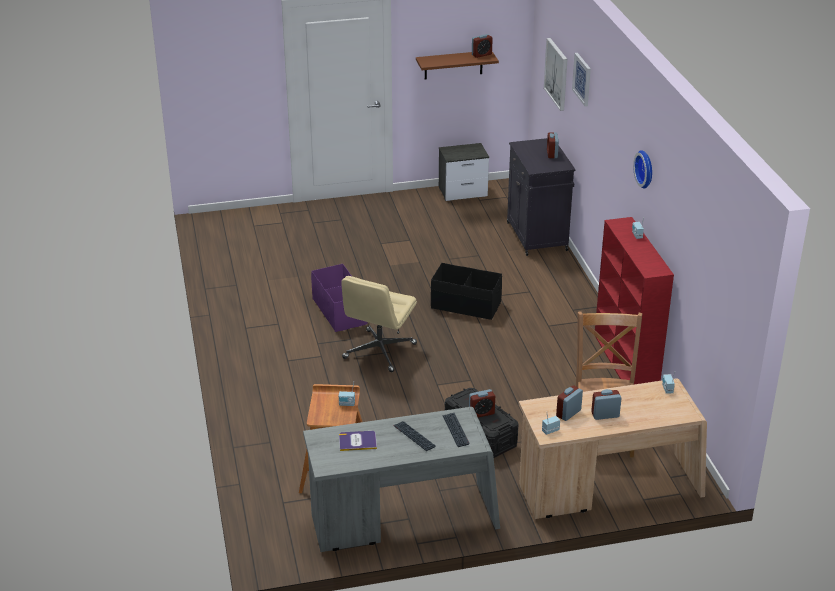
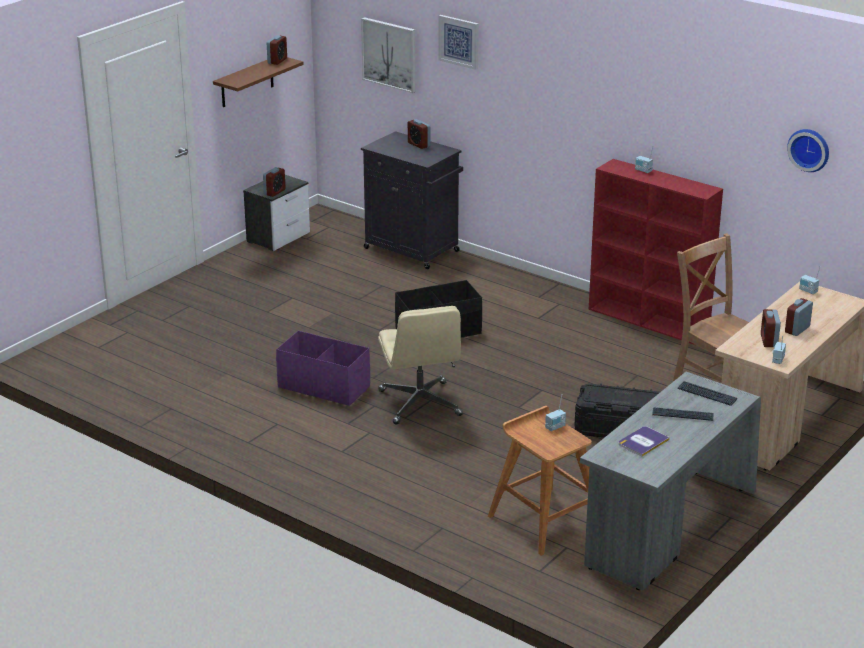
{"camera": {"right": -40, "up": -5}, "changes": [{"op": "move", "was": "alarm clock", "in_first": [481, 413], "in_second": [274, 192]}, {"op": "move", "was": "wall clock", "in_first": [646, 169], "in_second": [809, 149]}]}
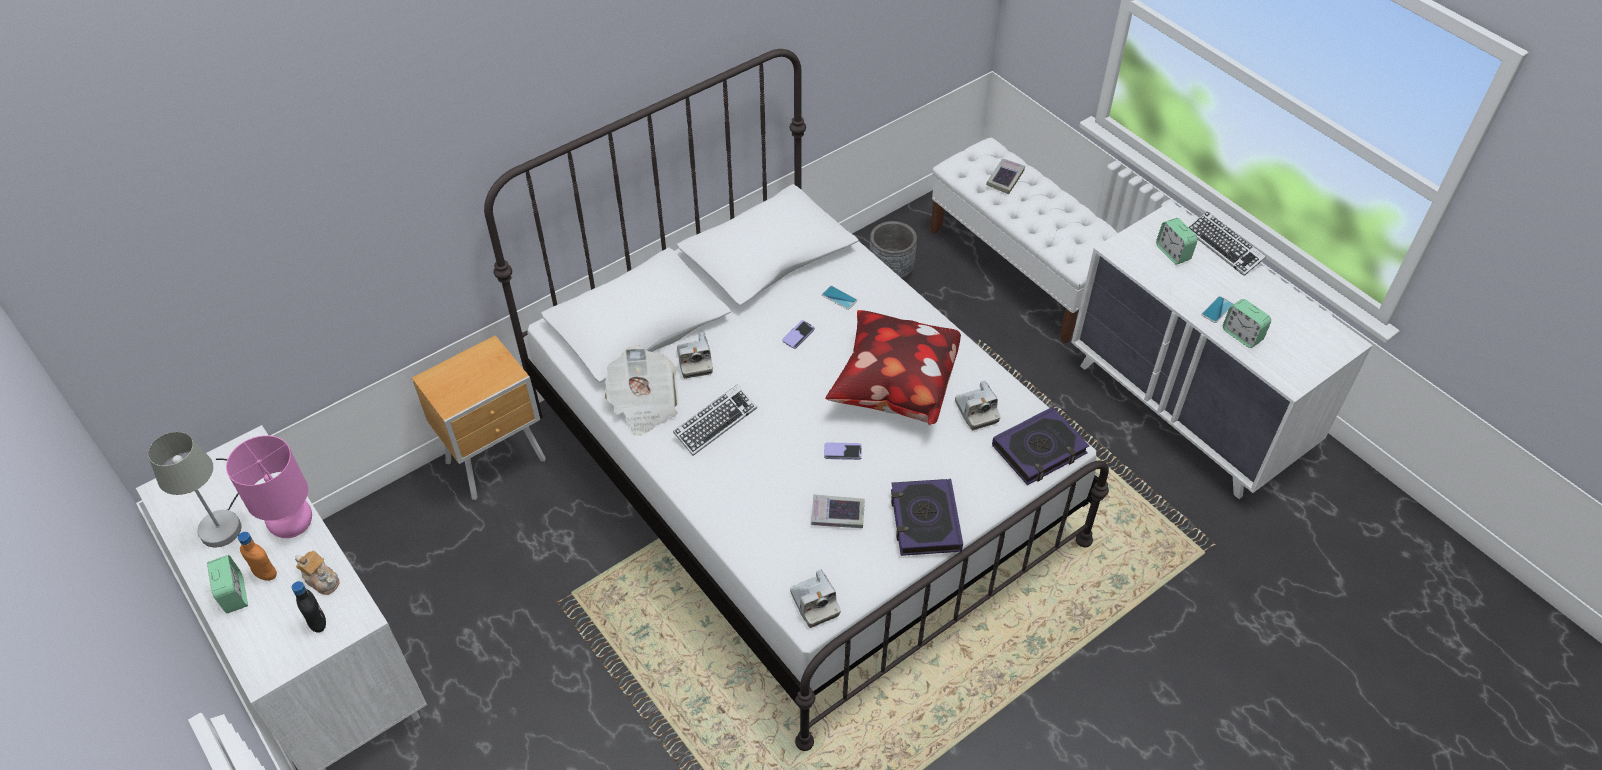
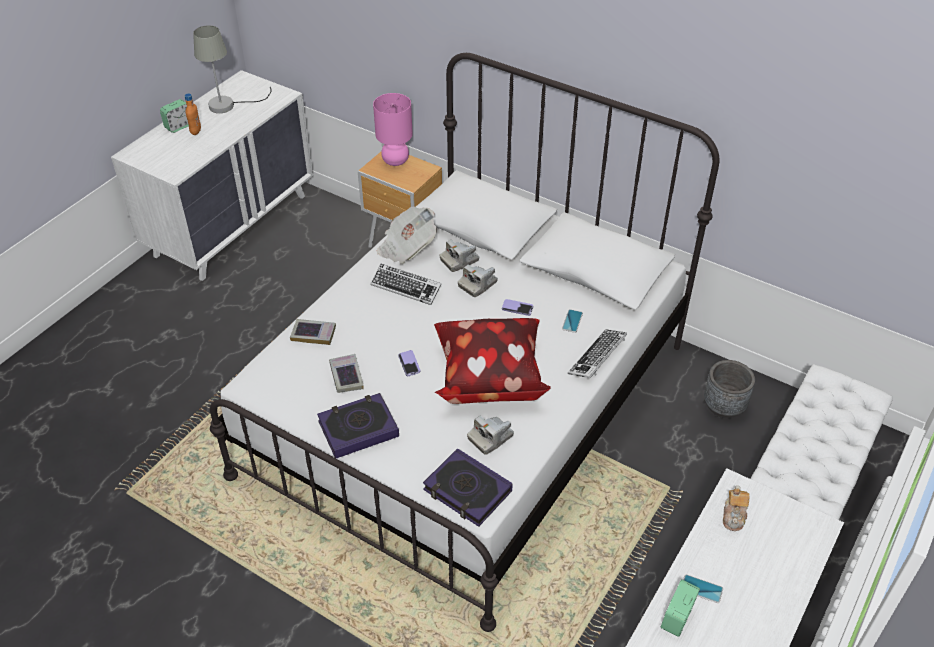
{"camera": {"right": 70, "up": -5}, "changes": [{"op": "move", "was": "pink table lamp", "in_first": [293, 525], "in_second": [395, 161]}, {"op": "delete", "was": "black bottle", "in_first": [318, 623]}, {"op": "move", "was": "teapot", "in_first": [322, 579], "in_second": [734, 516]}, {"op": "move", "was": "photo camera", "in_first": [814, 604], "in_second": [477, 284]}, {"op": "move", "was": "book", "in_first": [1005, 178], "in_second": [313, 334]}, {"op": "delete", "was": "alarm clock", "in_first": [1173, 253]}, {"op": "move", "was": "keyboard", "in_first": [1224, 247], "in_second": [597, 357]}]}
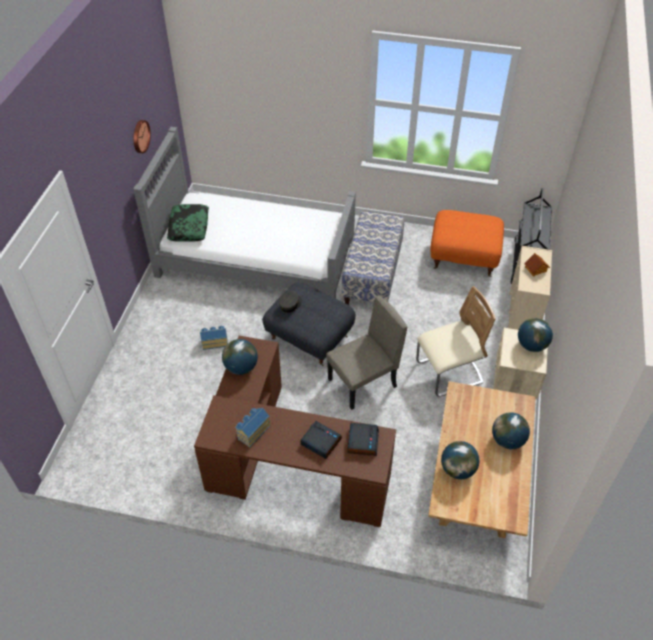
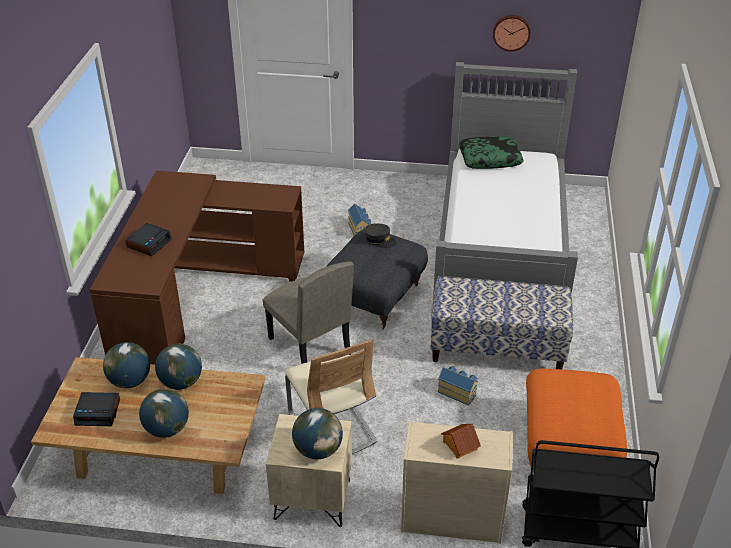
{"camera": {"right": 85, "up": -10}, "changes": [{"op": "move", "was": "globe", "in_first": [241, 367], "in_second": [181, 383]}, {"op": "move", "was": "toy house", "in_first": [252, 431], "in_second": [457, 392]}, {"op": "move", "was": "alarm clock", "in_first": [362, 441], "in_second": [98, 412]}]}
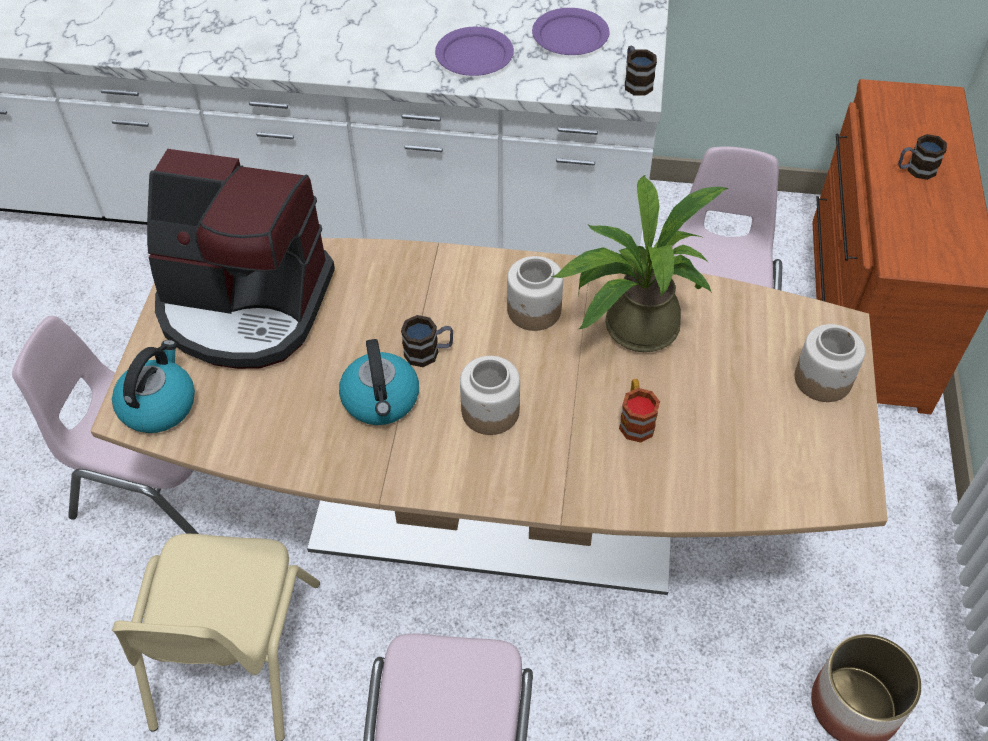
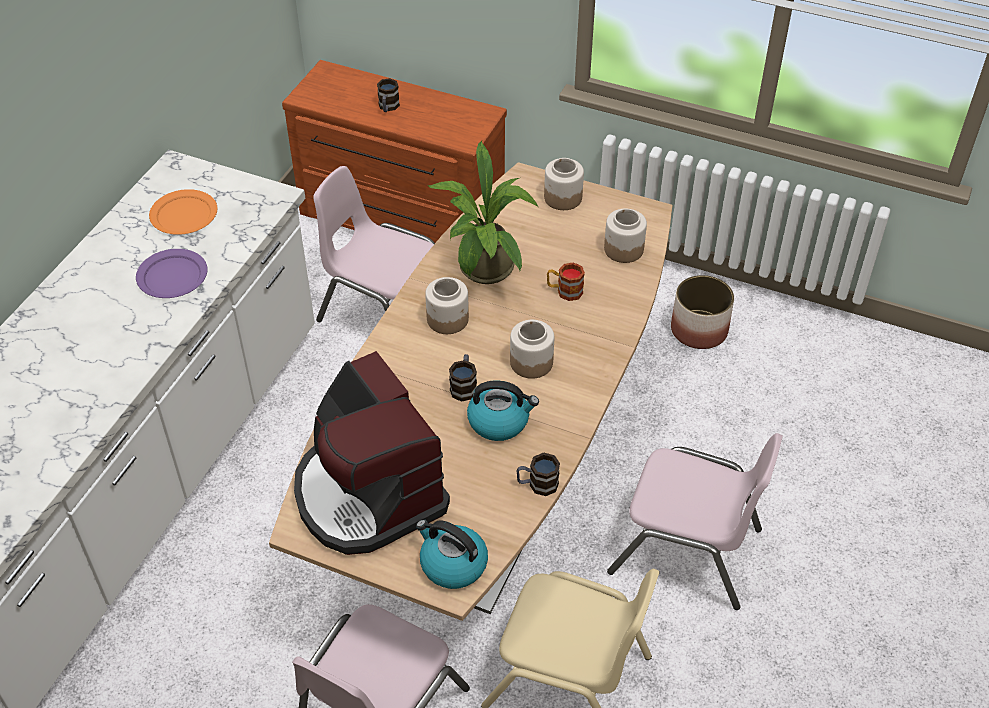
{"camera": {"right": -75, "up": -5}, "changes": [{"op": "rotate", "was": "coffee machine", "in_first": [245, 306], "in_second": [368, 494], "clockwise": 120}, {"op": "recolor", "was": "purple plate", "now": "orange plate", "in_first": [570, 35], "in_second": [183, 215]}, {"op": "move", "was": "mug", "in_first": [636, 82], "in_second": [537, 484]}, {"op": "insert", "now": "jar", "in_second": [623, 249]}]}
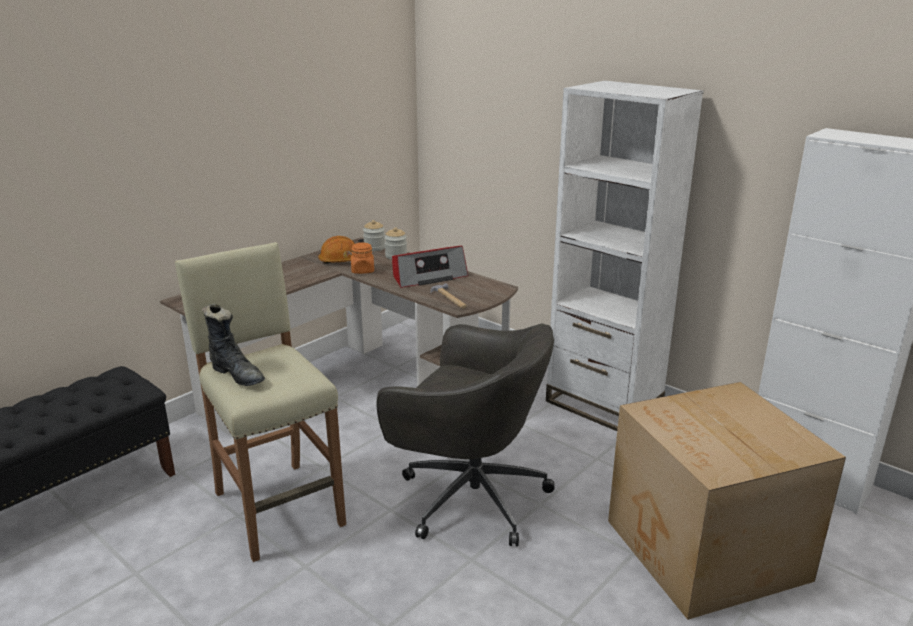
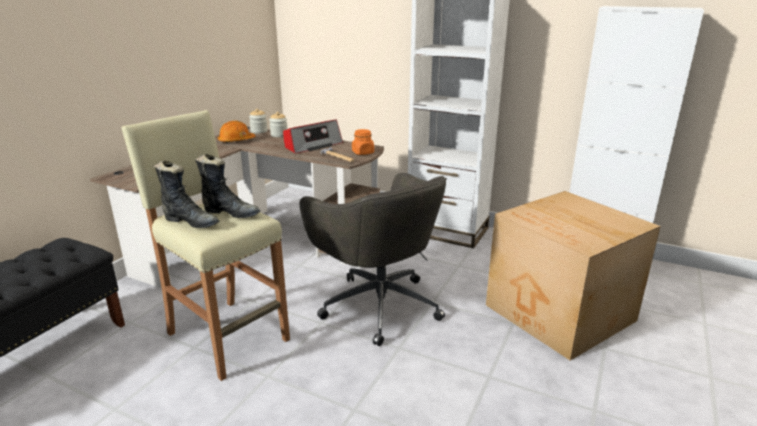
{"camera": {"right": -15, "up": 0}, "changes": [{"op": "move", "was": "orange jar", "in_first": [363, 271], "in_second": [363, 153]}, {"op": "rotate", "was": "grey office chair", "in_first": [469, 496], "in_second": [378, 304], "clockwise": 45}, {"op": "insert", "now": "black boot", "in_second": [231, 213]}]}
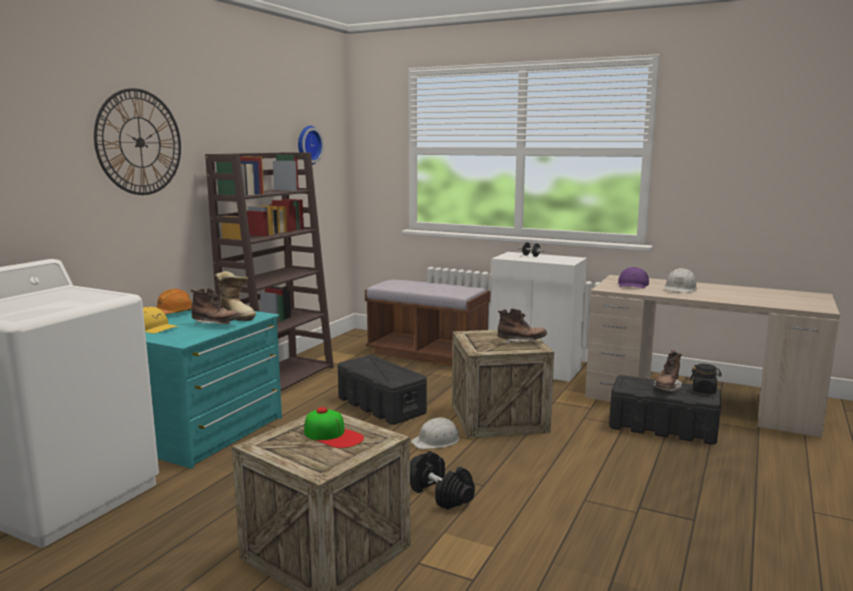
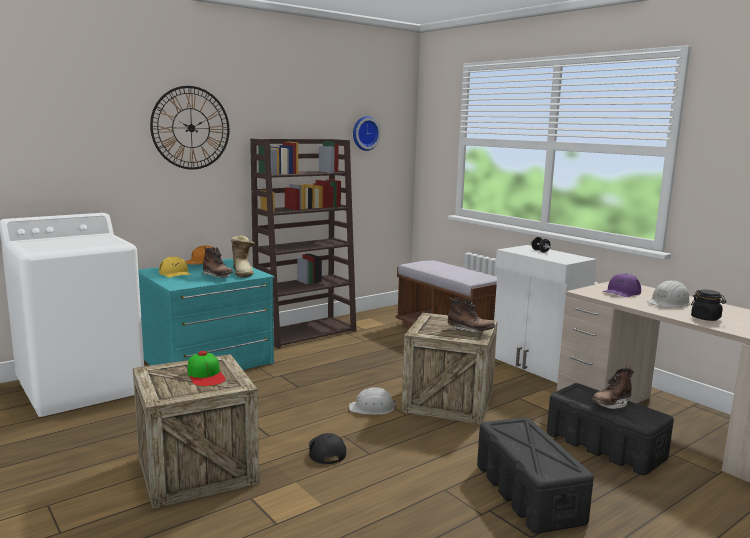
{"camera": {"right": 25, "up": 0}, "changes": [{"op": "move", "was": "black storage box", "in_first": [381, 406], "in_second": [529, 494]}, {"op": "replace", "was": "black dumbbell", "now": "black cap", "in_first": [439, 494], "in_second": [326, 451]}, {"op": "move", "was": "black jar", "in_first": [704, 390], "in_second": [706, 318]}]}
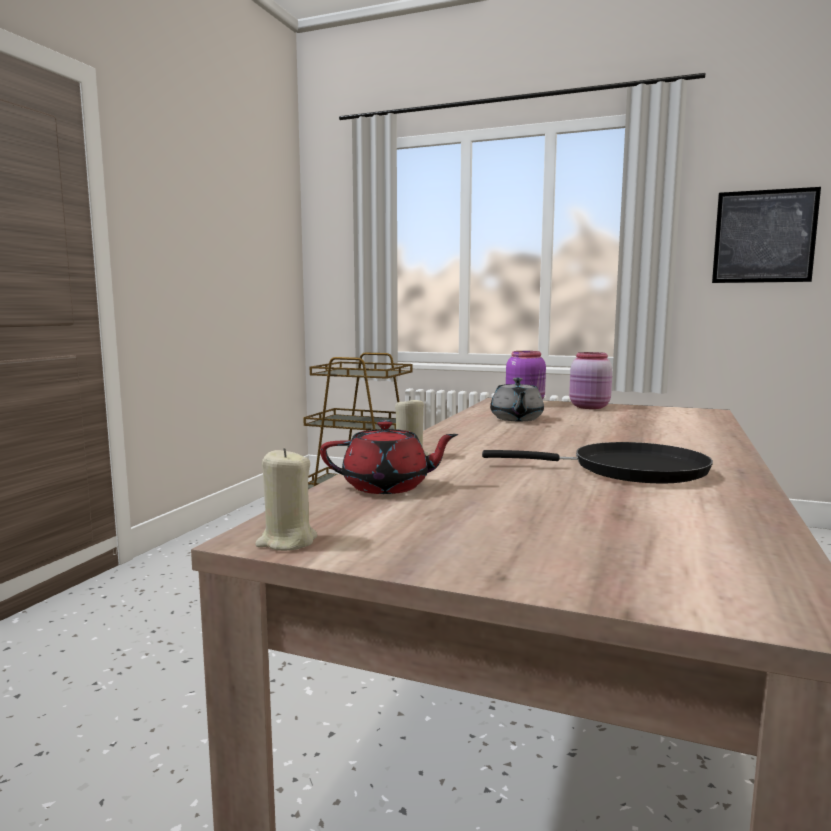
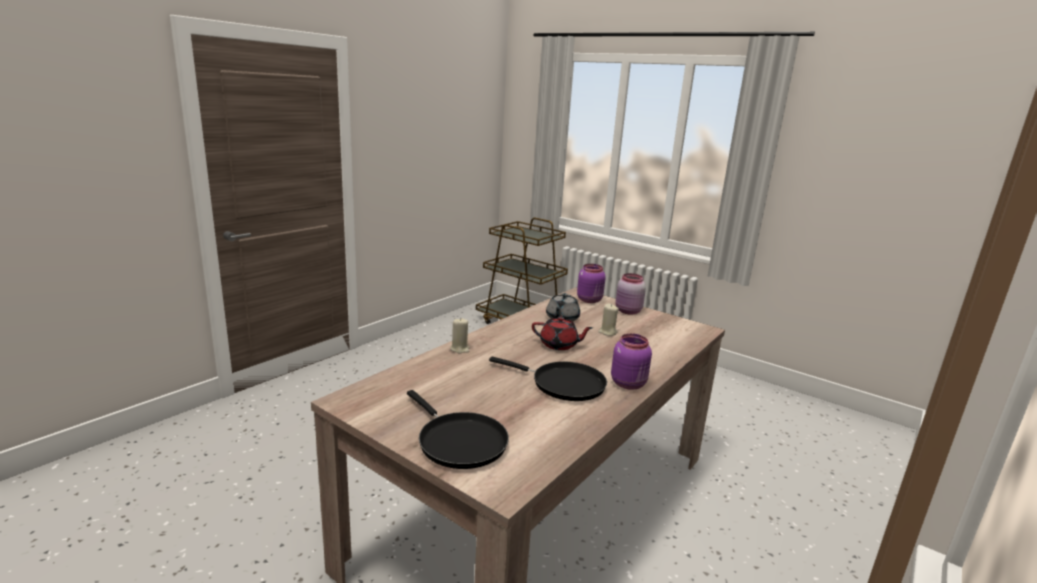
{"camera": {"right": 15, "up": 10}, "changes": [{"op": "move", "was": "beige candle", "in_first": [286, 541], "in_second": [607, 332]}, {"op": "move", "was": "red teapot", "in_first": [387, 487], "in_second": [559, 345]}, {"op": "delete", "was": "picture", "in_first": [764, 236]}, {"op": "insert", "now": "black frying pan", "in_second": [459, 441]}, {"op": "insert", "now": "purple jar", "in_second": [629, 384]}]}
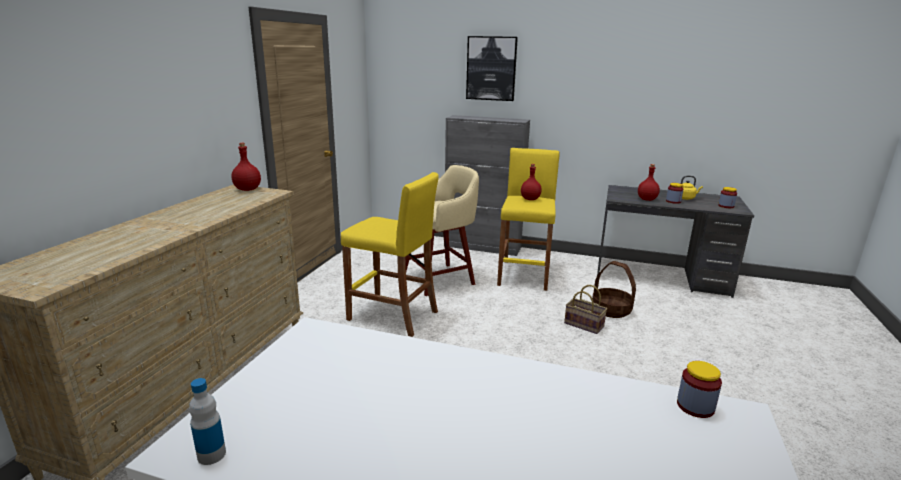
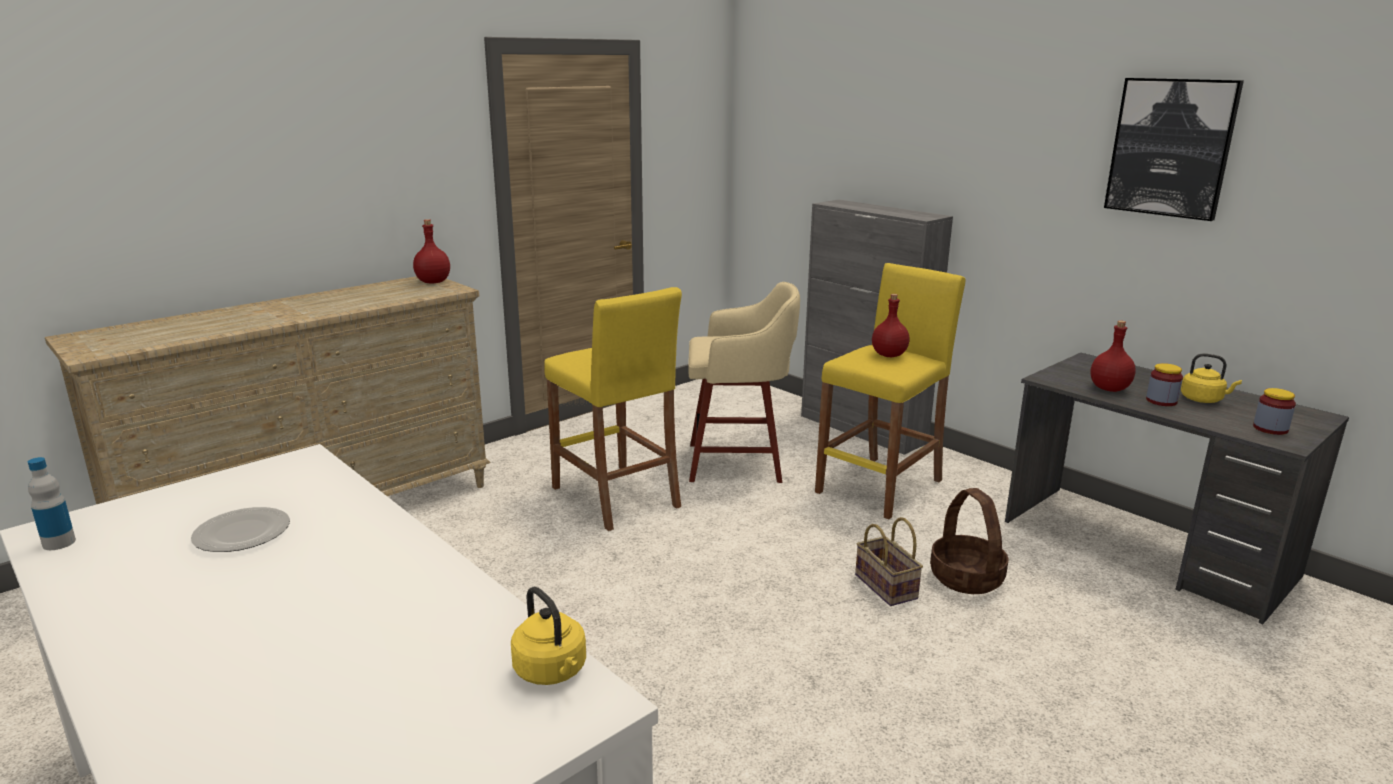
{"camera": {"right": 30, "up": 0}, "changes": [{"op": "move", "was": "picture", "in_first": [491, 68], "in_second": [1171, 147]}, {"op": "replace", "was": "jar", "now": "yellow kettle", "in_first": [695, 406], "in_second": [552, 672]}, {"op": "insert", "now": "plate", "in_second": [242, 533]}]}
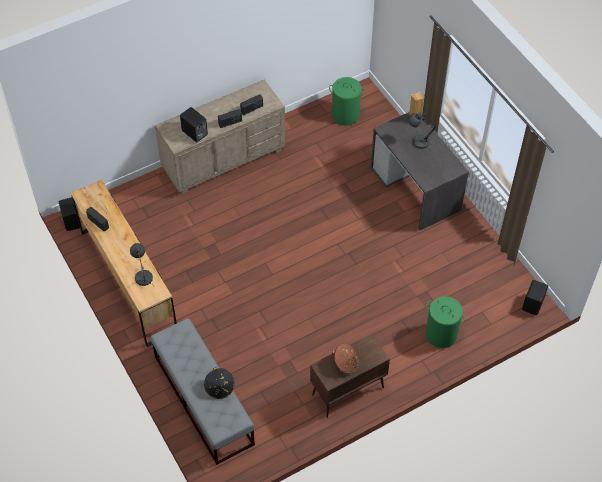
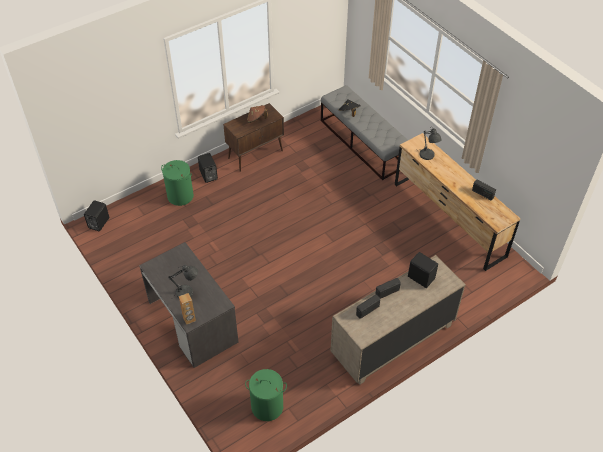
{"camera": {"right": 175, "up": -5}, "changes": [{"op": "move", "was": "black speaker", "in_first": [72, 221], "in_second": [208, 175]}]}
